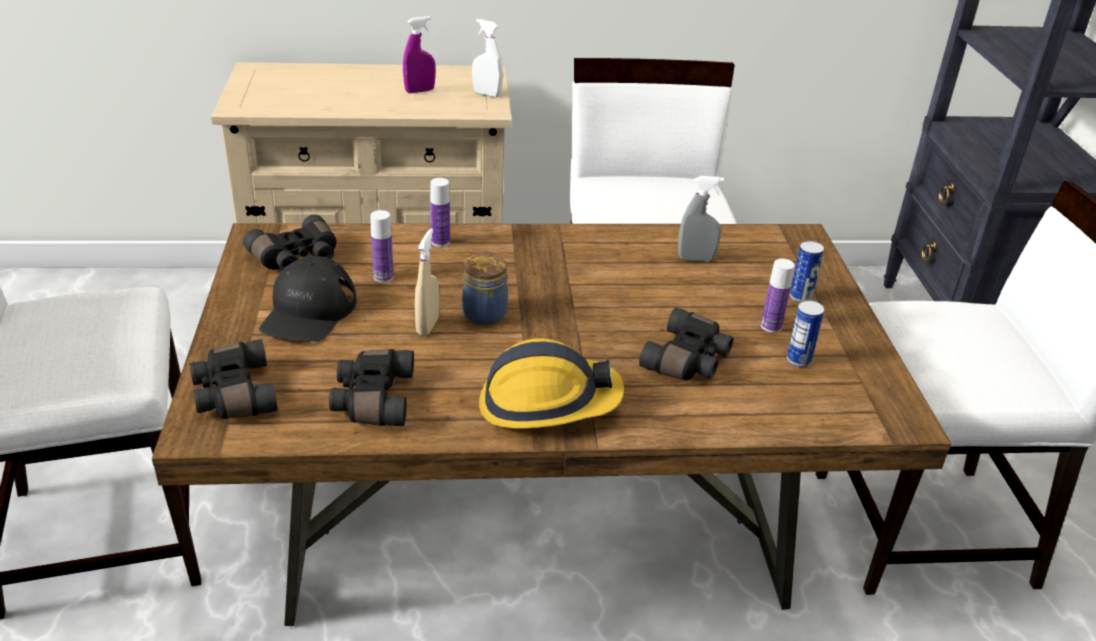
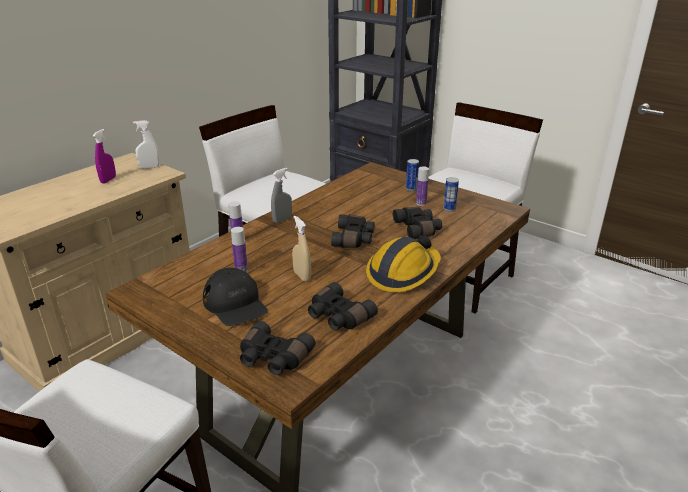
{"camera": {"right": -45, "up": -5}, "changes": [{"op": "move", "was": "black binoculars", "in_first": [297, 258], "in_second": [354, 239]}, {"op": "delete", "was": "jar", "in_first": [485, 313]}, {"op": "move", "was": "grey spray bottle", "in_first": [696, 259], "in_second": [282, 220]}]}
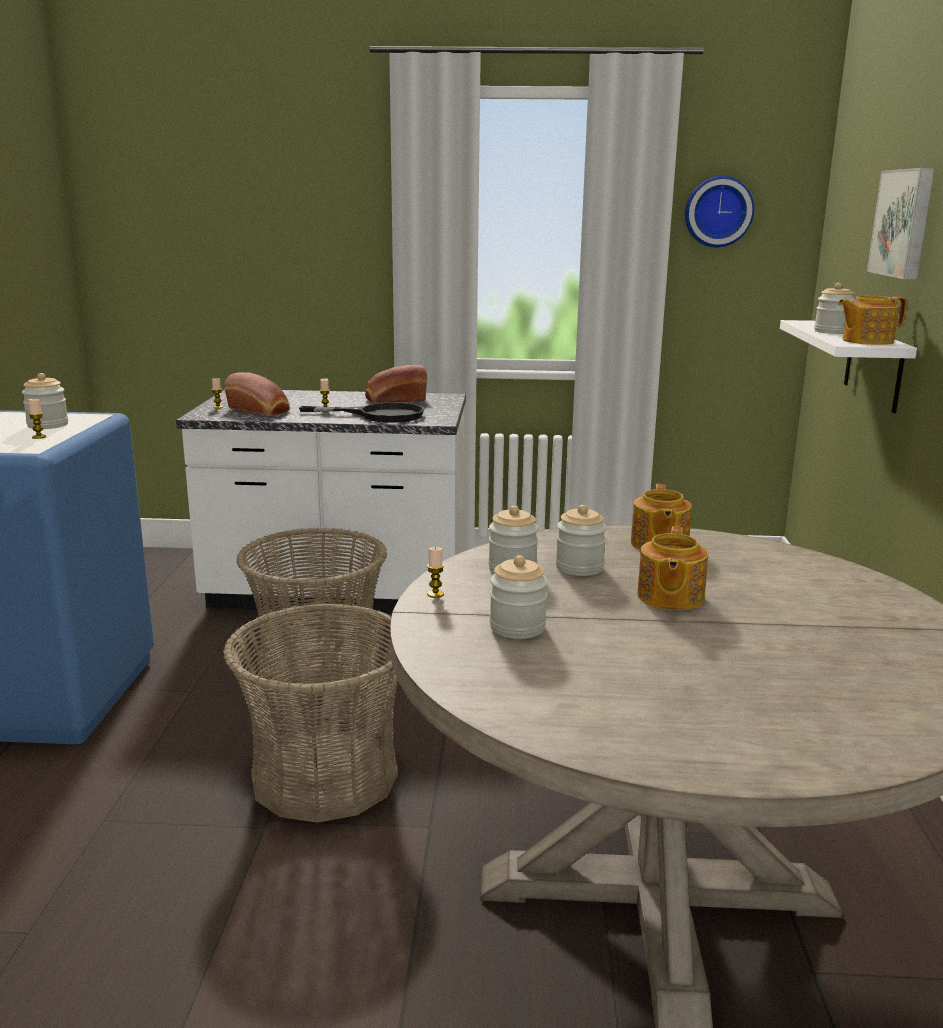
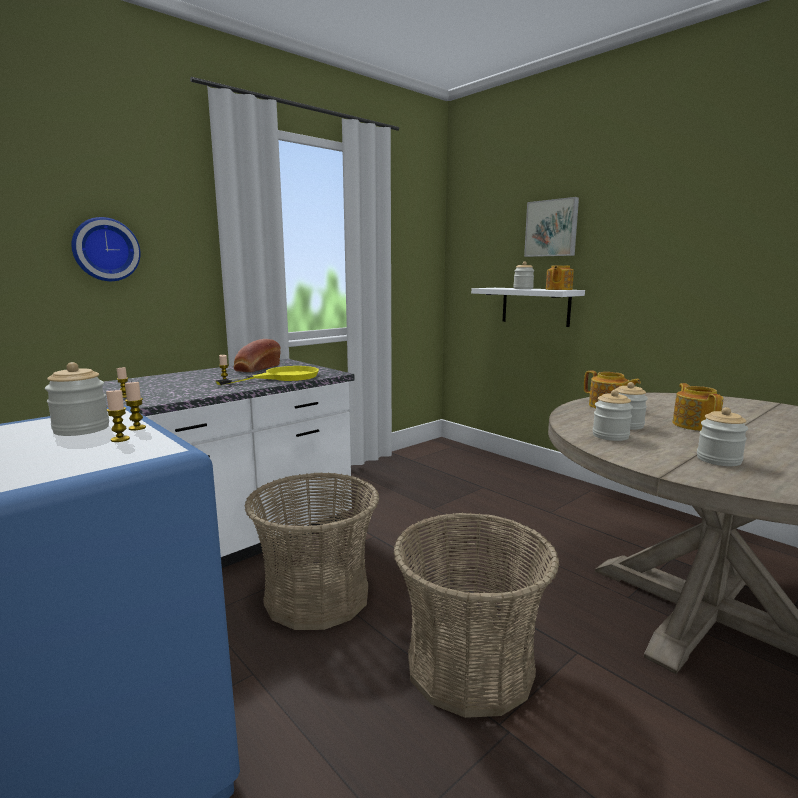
{"camera": {"right": -45, "up": -5}, "changes": [{"op": "delete", "was": "bread", "in_first": [260, 410]}, {"op": "recolor", "was": "black frying pan", "now": "yellow frying pan", "in_first": [379, 415], "in_second": [282, 377]}, {"op": "move", "was": "candle", "in_first": [435, 594], "in_second": [137, 428]}, {"op": "rotate", "was": "teapot", "in_first": [669, 597], "in_second": [695, 425], "clockwise": -150}, {"op": "move", "was": "wall clock", "in_first": [718, 211], "in_second": [105, 249]}]}
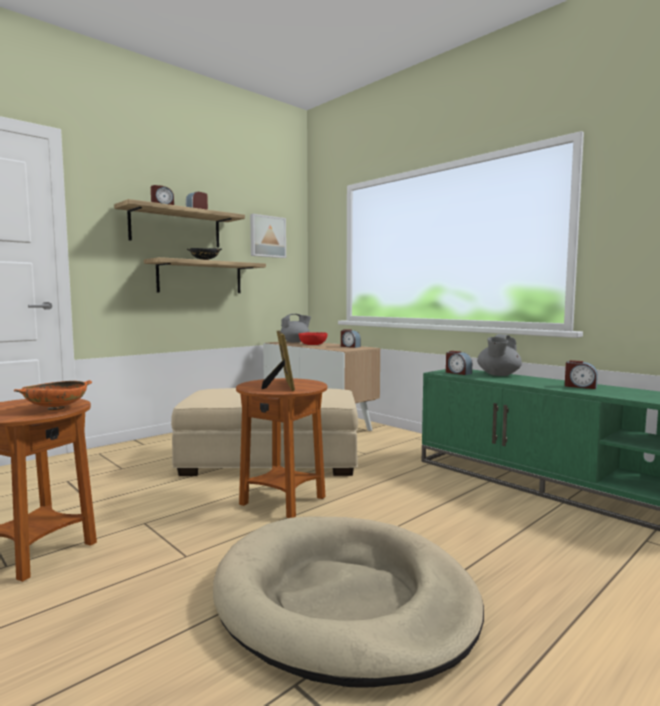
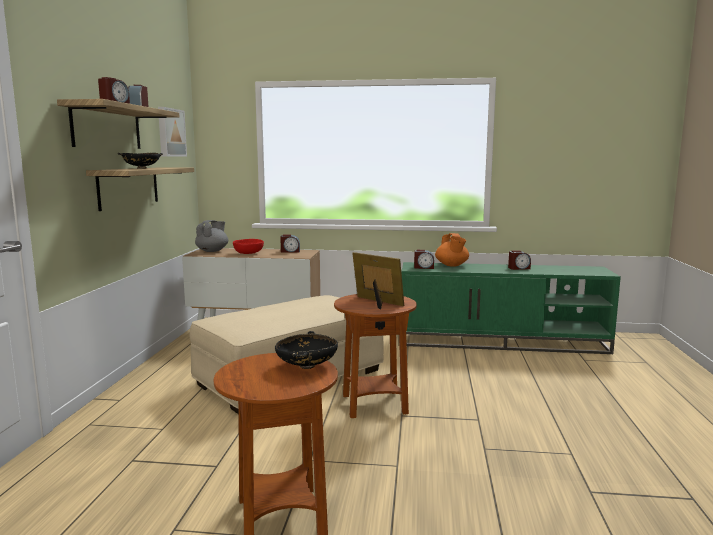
{"camera": {"right": -40, "up": 5}, "changes": [{"op": "recolor", "was": "orange bowl", "now": "black bowl", "in_first": [56, 409], "in_second": [306, 366]}, {"op": "delete", "was": "beige dog bed", "in_first": [344, 600]}, {"op": "recolor", "was": "grey teapot", "now": "orange teapot", "in_first": [498, 375], "in_second": [452, 265]}]}
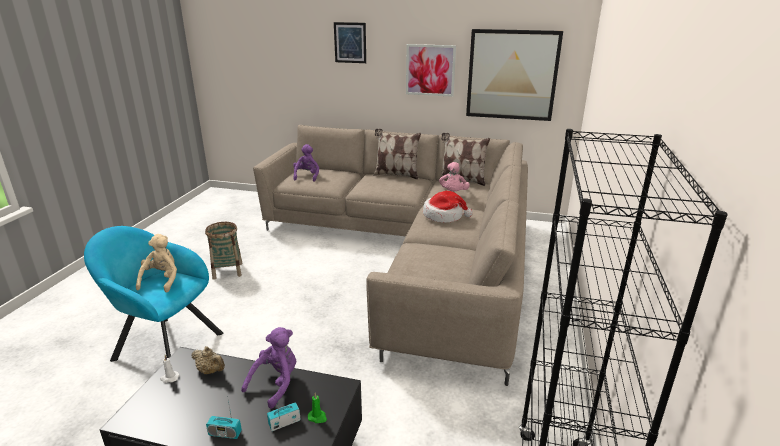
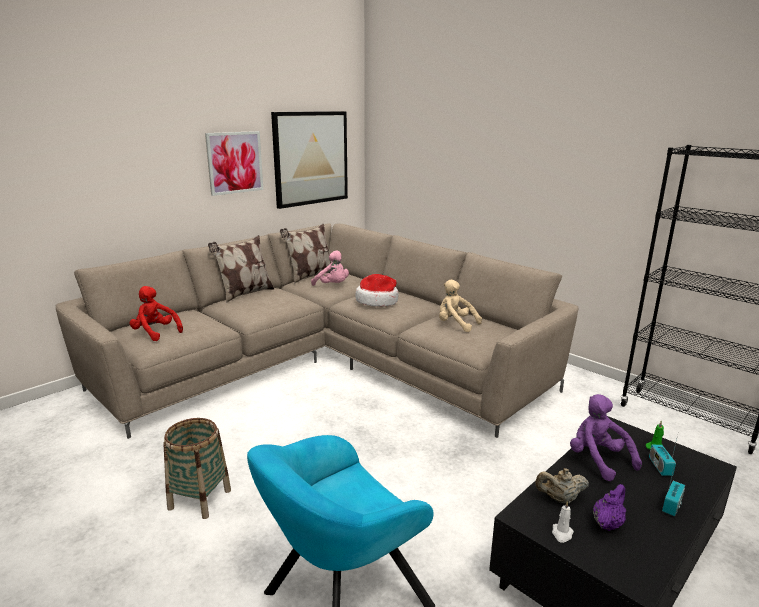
{"camera": {"right": -60, "up": -5}, "changes": [{"op": "move", "was": "beige plush toy", "in_first": [162, 280], "in_second": [455, 324]}, {"op": "rotate", "was": "beige teapot", "in_first": [210, 371], "in_second": [559, 499], "clockwise": -150}, {"op": "recolor", "was": "purple plush toy", "now": "red plush toy", "in_first": [307, 176], "in_second": [155, 333]}, {"op": "delete", "was": "picture", "in_first": [350, 42]}, {"op": "insert", "now": "purple teapot", "in_second": [607, 523]}]}
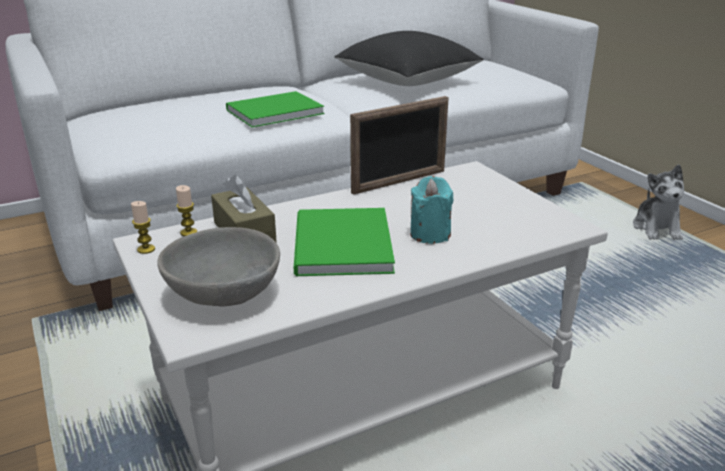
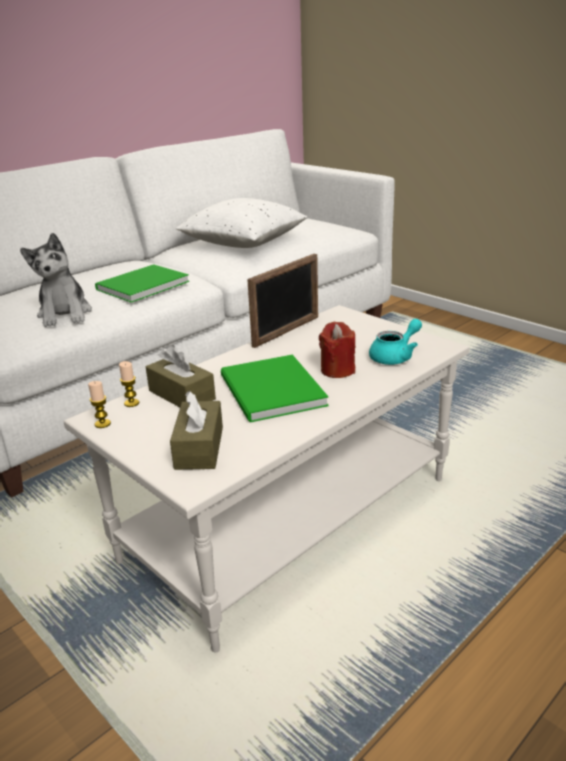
{"camera": {"right": -15, "up": 0}, "changes": [{"op": "replace", "was": "grey bowl", "now": "brown tissue box", "in_first": [225, 294], "in_second": [199, 447]}, {"op": "recolor", "was": "black pillow", "now": "white pillow", "in_first": [407, 81], "in_second": [244, 243]}, {"op": "recolor", "was": "turquoise candle", "now": "red candle", "in_first": [430, 234], "in_second": [337, 370]}, {"op": "move", "was": "plush toy", "in_first": [656, 228], "in_second": [65, 314]}, {"op": "insert", "now": "turquoise teapot", "in_second": [395, 357]}]}
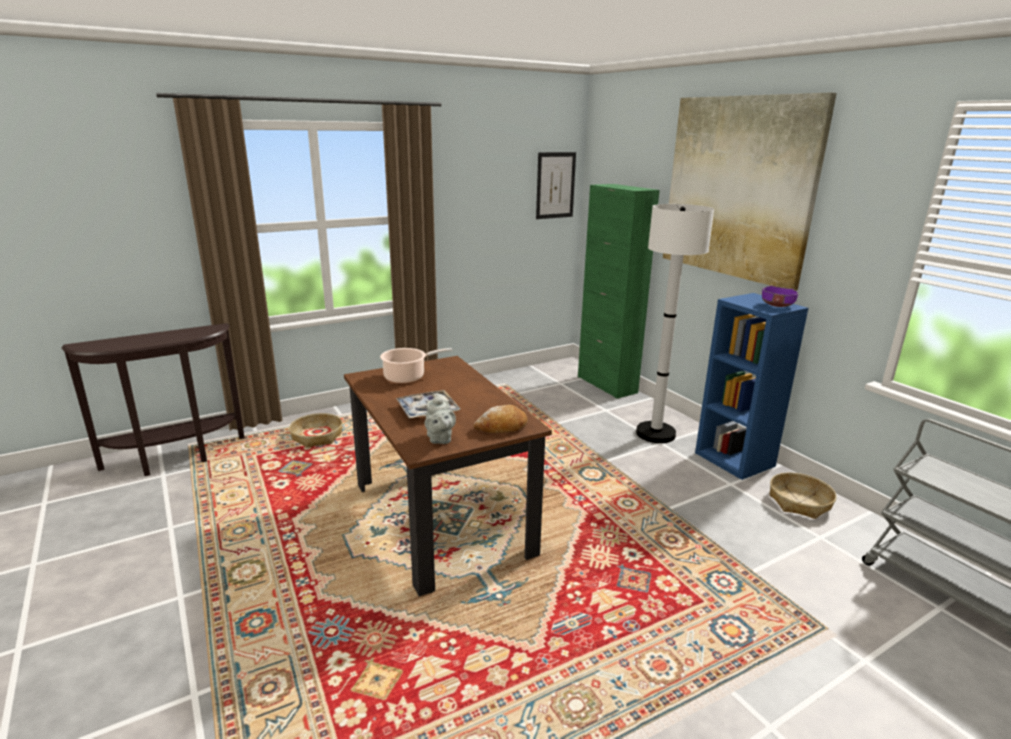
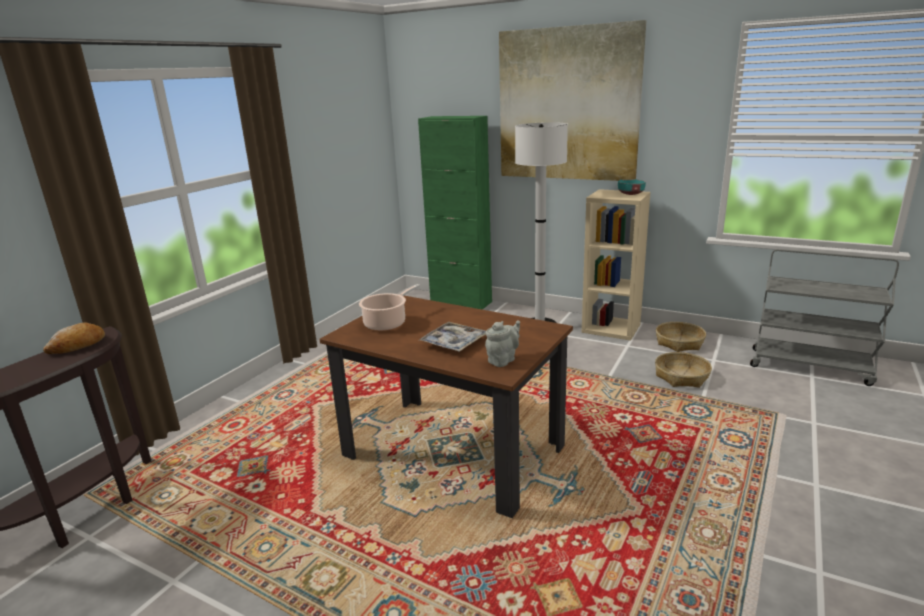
{"camera": {"right": -30, "up": 0}, "changes": [{"op": "move", "was": "basket", "in_first": [317, 436], "in_second": [681, 376]}, {"op": "rotate", "was": "grey teapot", "in_first": [439, 439], "in_second": [503, 360], "clockwise": -90}, {"op": "move", "was": "bread", "in_first": [502, 427], "in_second": [78, 345]}, {"op": "delete", "was": "picture", "in_first": [555, 185]}, {"op": "recolor", "was": "blue bookcase", "now": "beige bookcase", "in_first": [735, 459], "in_second": [612, 328]}, {"op": "recolor", "was": "purple bowl", "now": "turquoise bowl", "in_first": [777, 305], "in_second": [630, 194]}]}
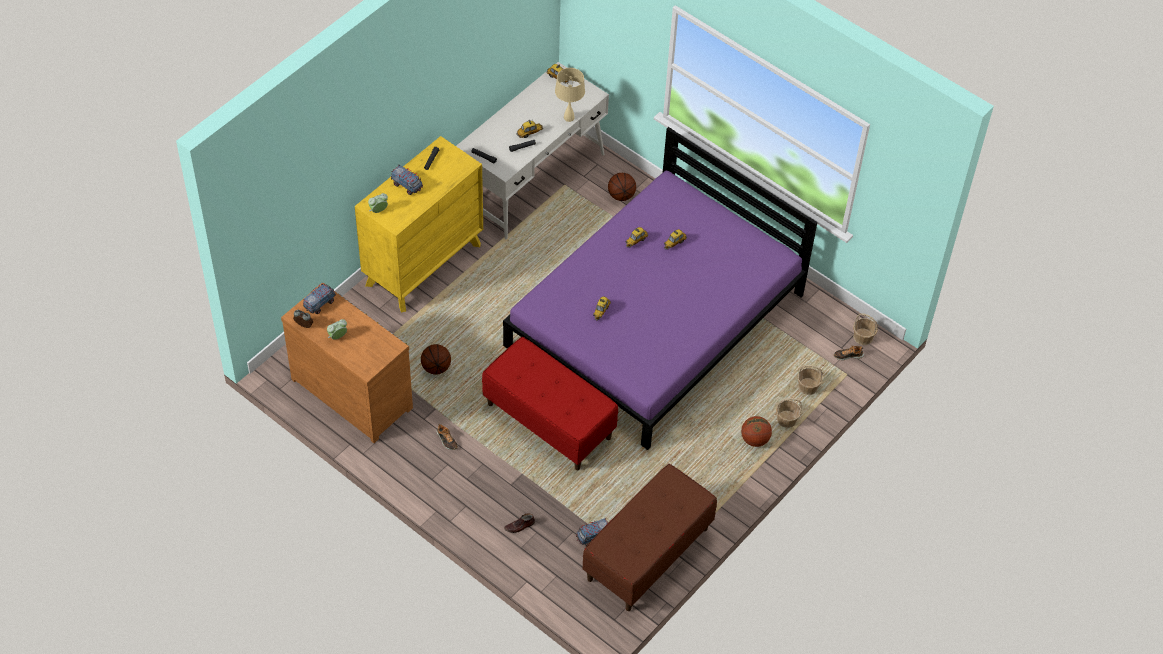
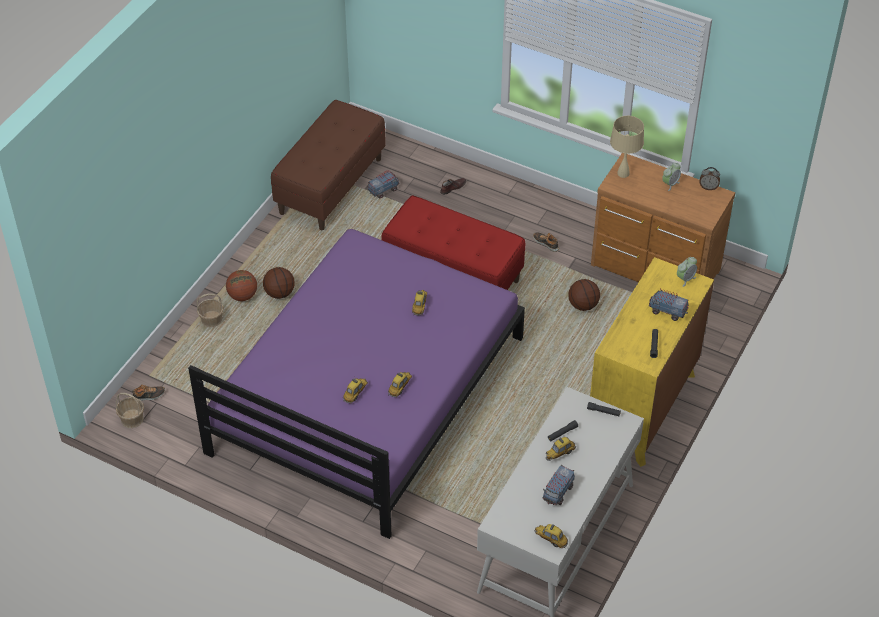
{"camera": {"right": 170, "up": -5}, "changes": [{"op": "move", "was": "toy truck", "in_first": [320, 304], "in_second": [558, 492]}, {"op": "move", "was": "beige table lamp", "in_first": [569, 117], "in_second": [623, 173]}, {"op": "move", "was": "basketball", "in_first": [621, 195], "in_second": [280, 293]}, {"op": "delete", "was": "basket", "in_first": [808, 387]}]}
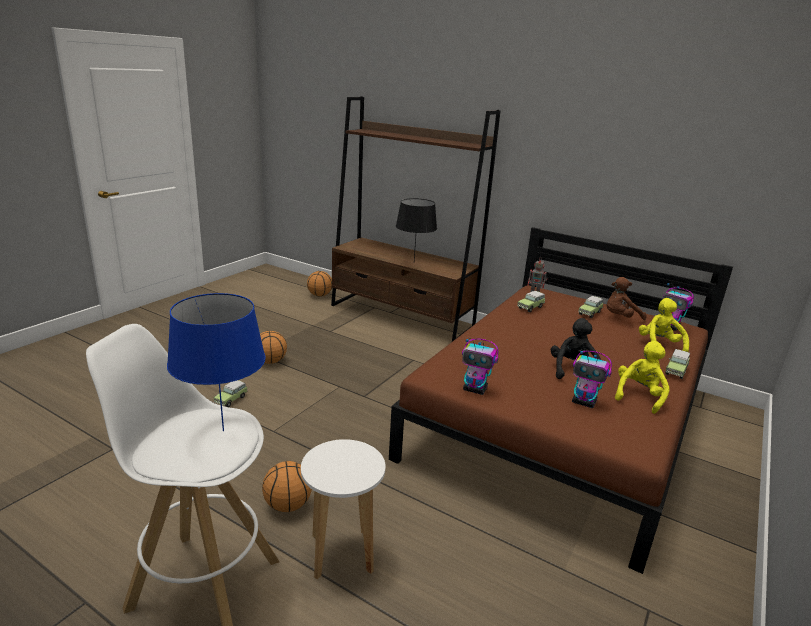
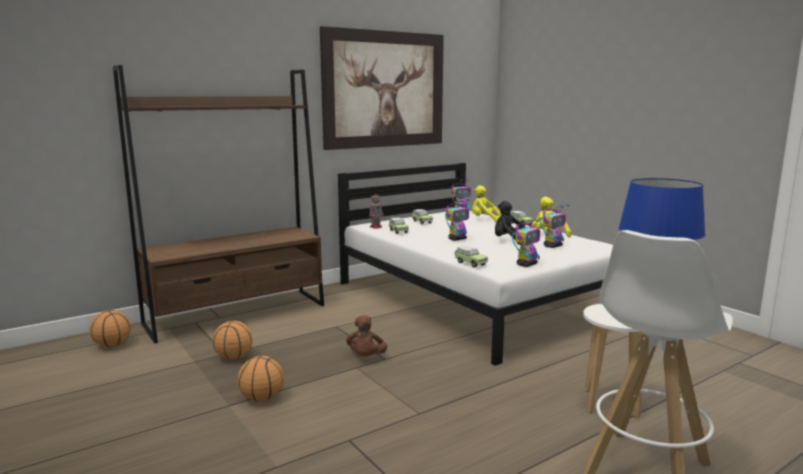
{"camera": {"right": -65, "up": -10}, "changes": [{"op": "move", "was": "toy car", "in_first": [232, 399], "in_second": [470, 263]}, {"op": "move", "was": "basketball", "in_first": [288, 505], "in_second": [234, 357]}, {"op": "recolor", "was": "brown bed", "now": "white bed", "in_first": [561, 422], "in_second": [474, 299]}, {"op": "delete", "was": "black table lamp", "in_first": [414, 263]}, {"op": "move", "was": "brown plush toy", "in_first": [620, 317], "in_second": [366, 357]}, {"op": "insert", "now": "picture", "in_second": [384, 89]}, {"op": "insert", "now": "toy robot", "in_second": [457, 239]}]}
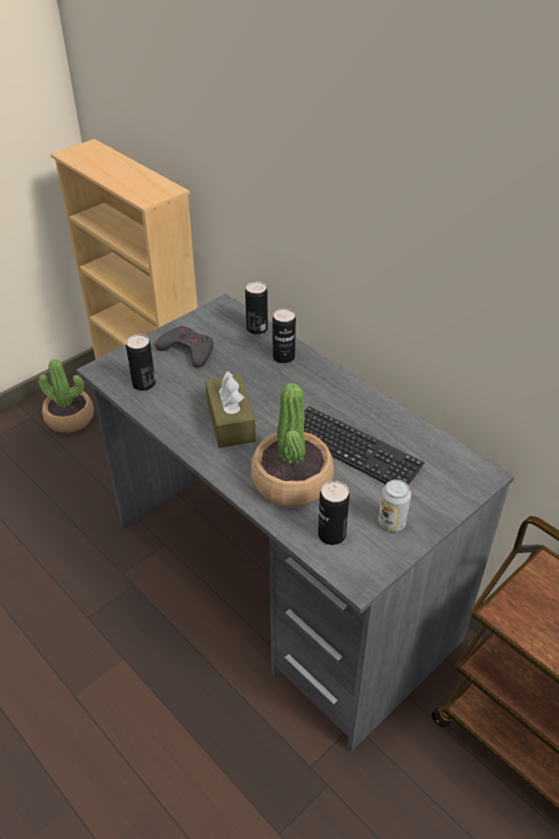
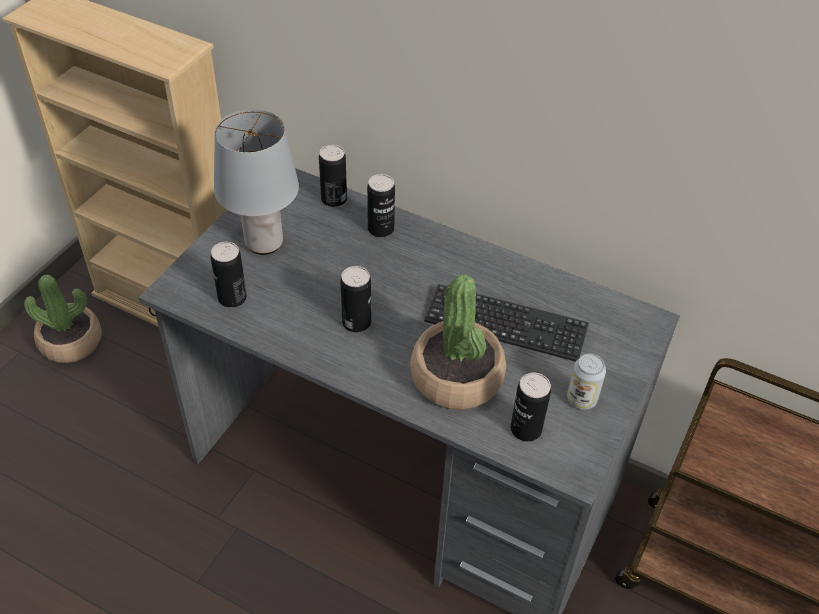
{"camera": {"right": -20, "up": 5}, "changes": [{"op": "replace", "was": "grey game controller", "now": "grey table lamp", "in_first": [187, 350], "in_second": [265, 244]}, {"op": "replace", "was": "brown tissue box", "now": "can", "in_first": [230, 421], "in_second": [356, 322]}]}
